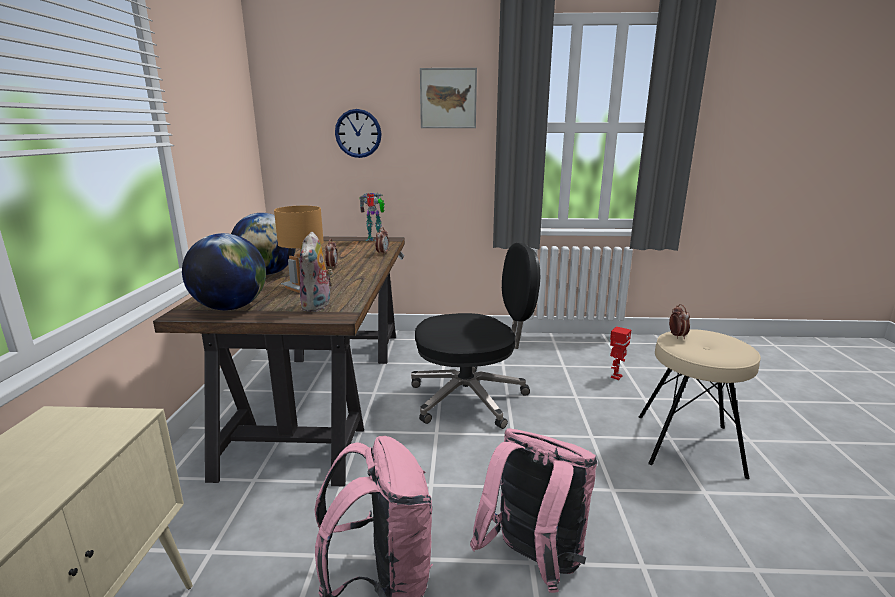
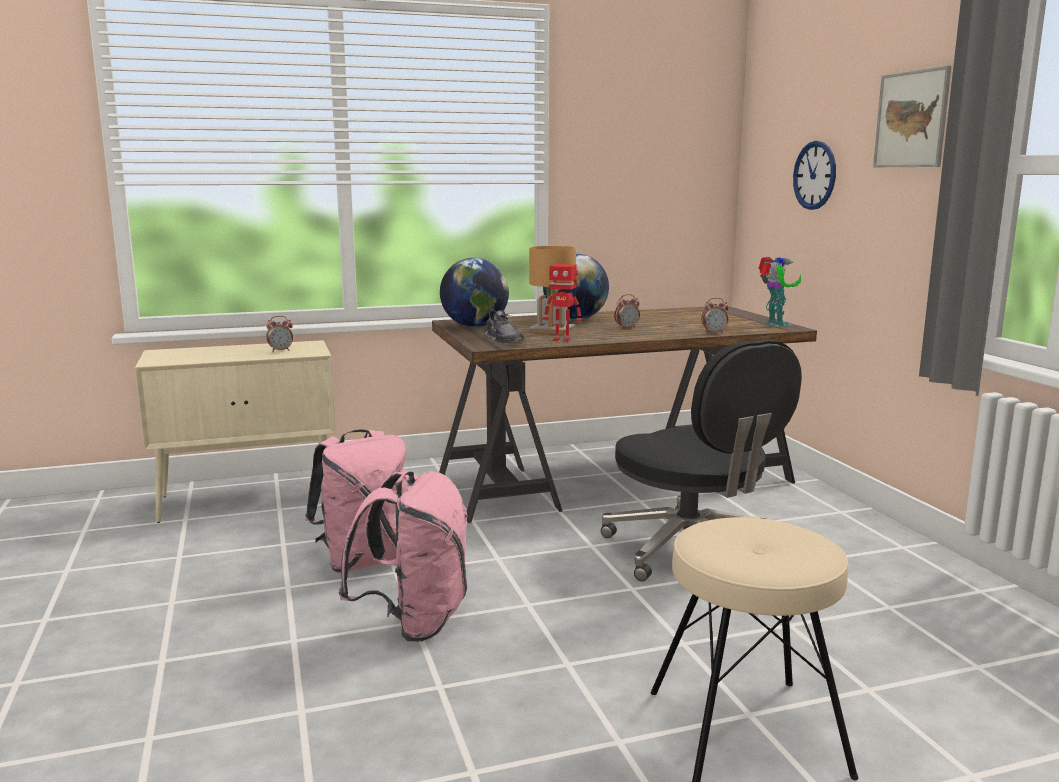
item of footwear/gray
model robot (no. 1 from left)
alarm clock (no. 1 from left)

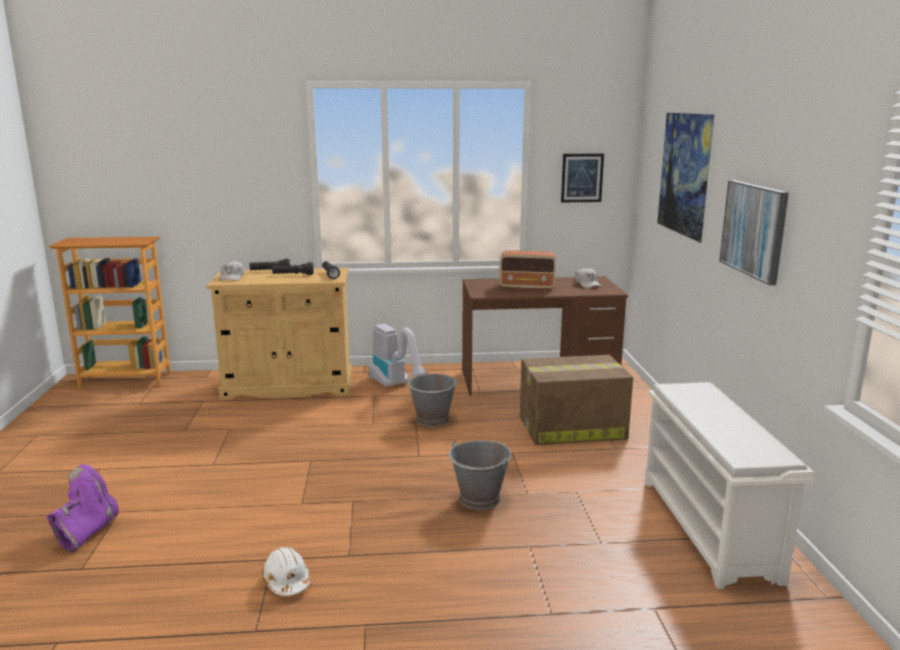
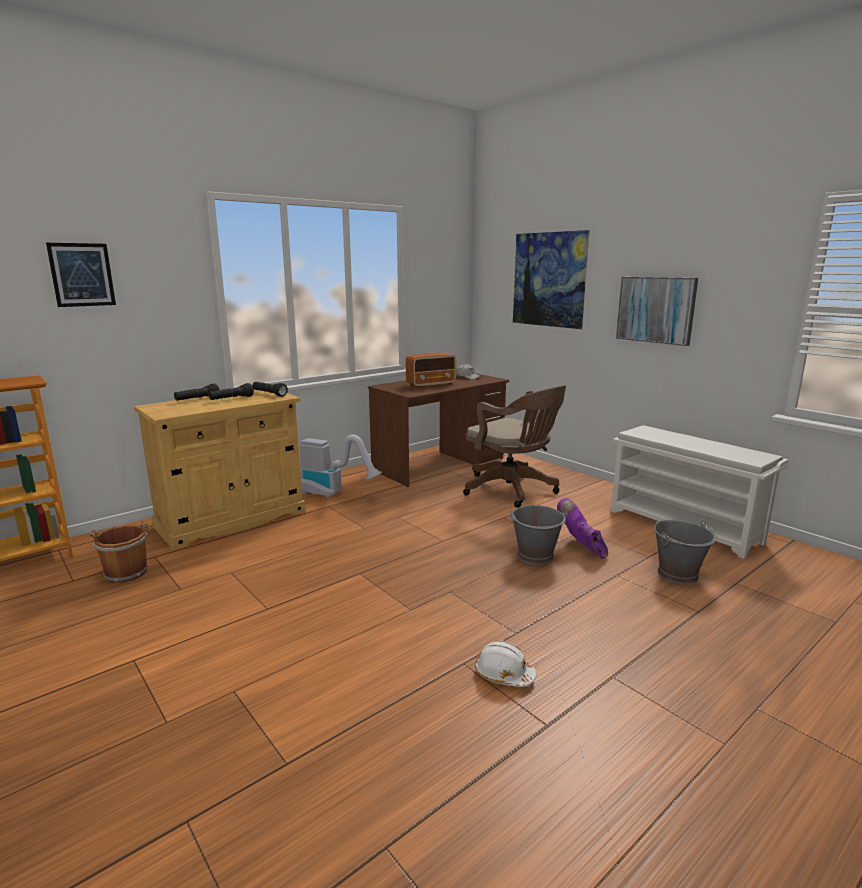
high-top boot/purplish
baseball cap/white (no. 1 from left in the first image)
bucket/gray (no. 2 from left)
computer chair/brownish
wall picture (no. 1 from left)
bucket/brownish

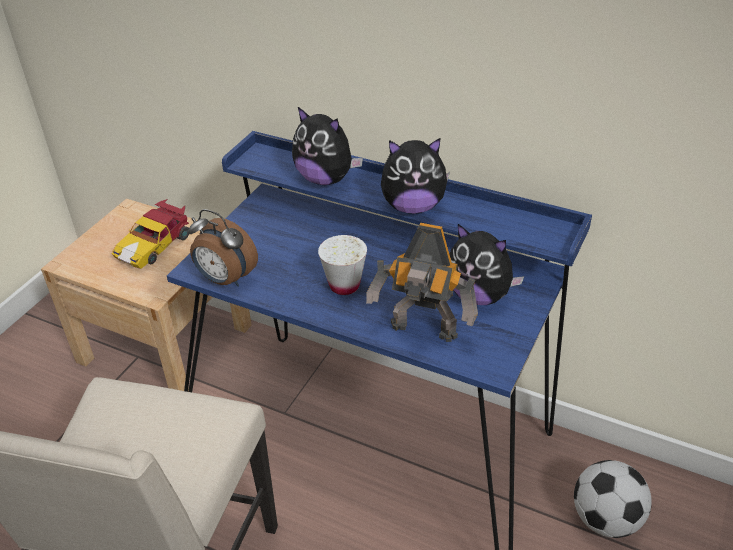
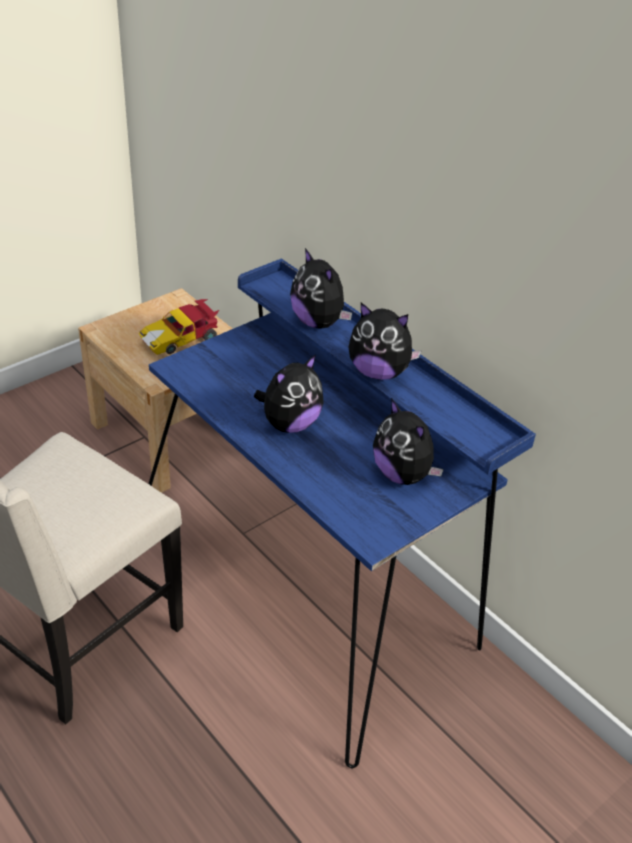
alarm clock
plush toy (no. 1 from left)
model robot
football ball

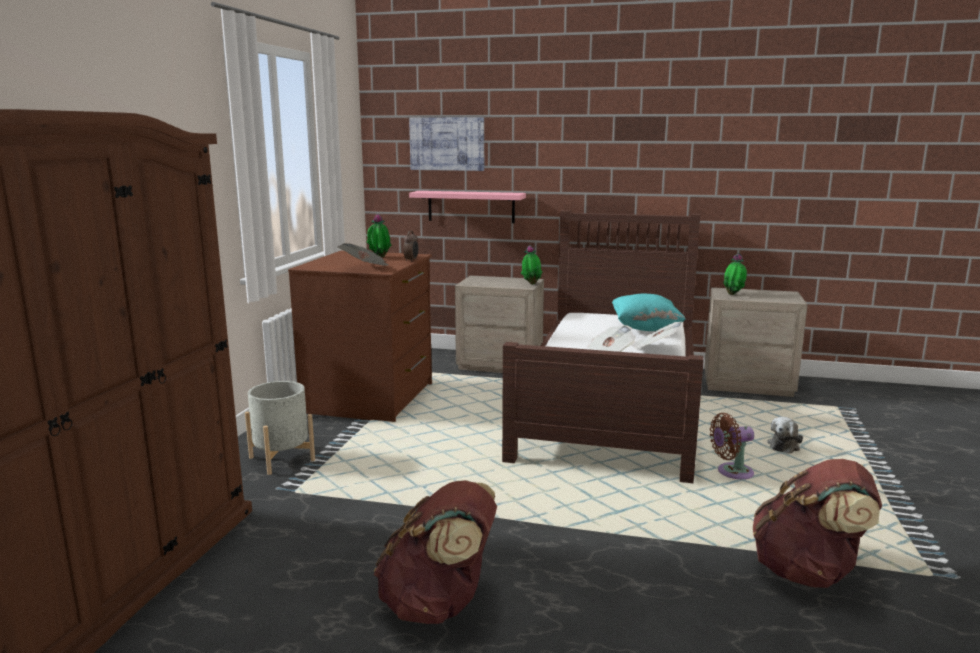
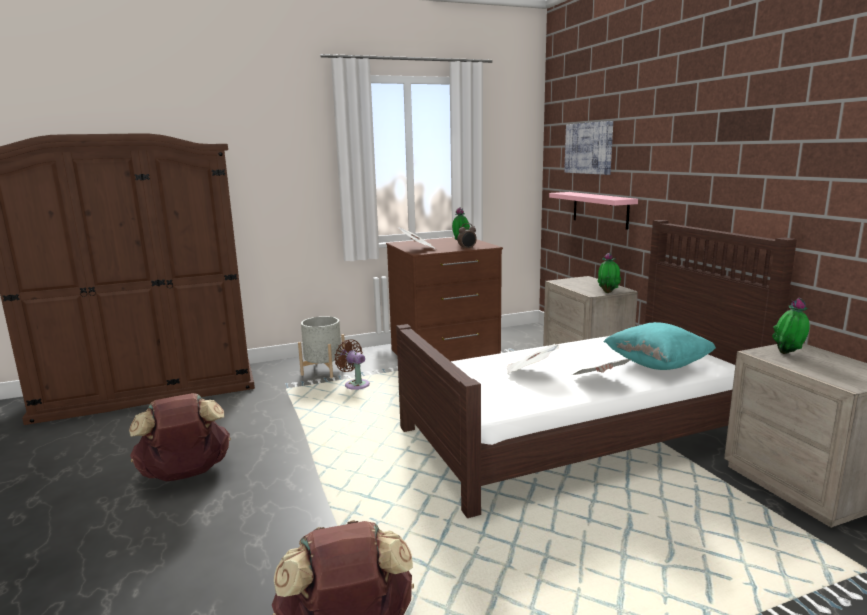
fan/brownish
plush toy

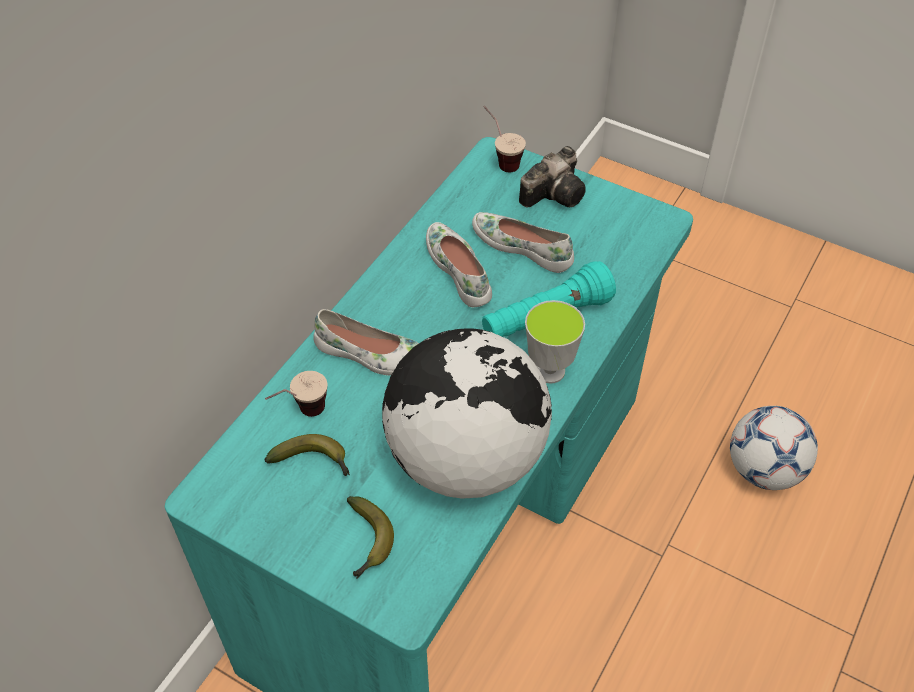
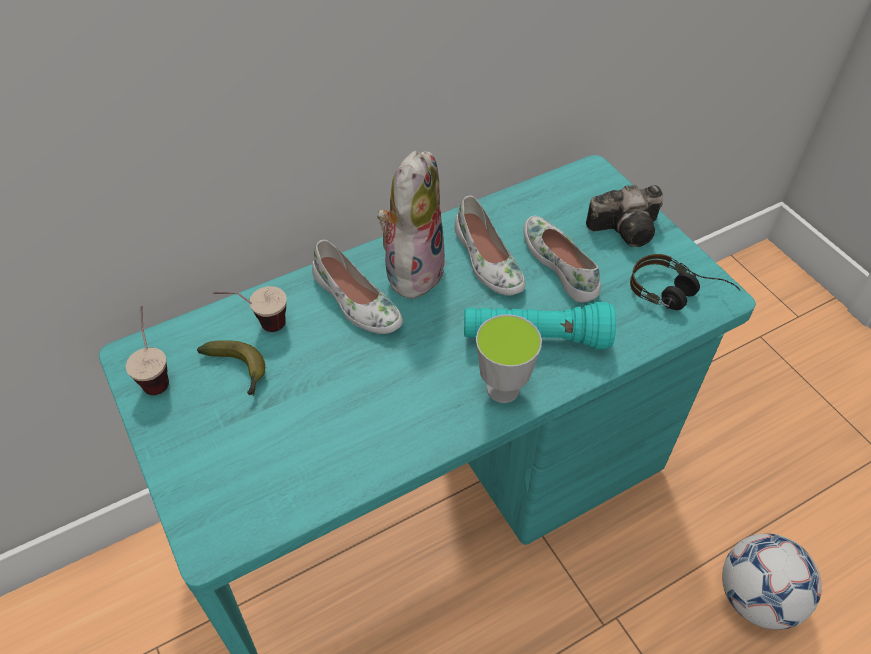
banana fruit (no. 2 from left in the first image)
world globe
item of footwear/white (no. 2 from left)
drinking cup (no. 1 from left)
plush toy
headphones

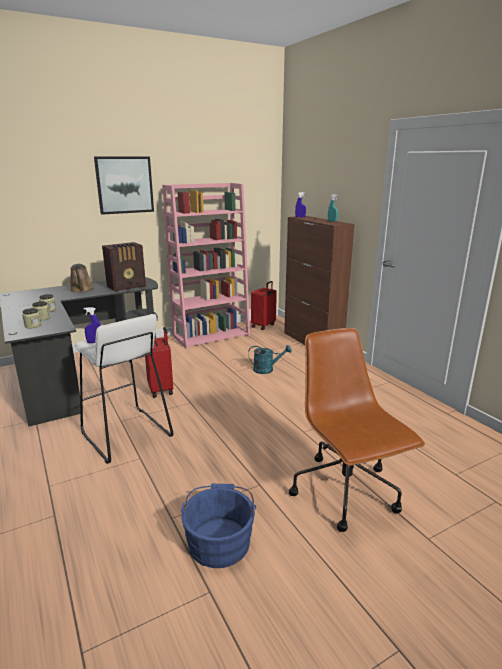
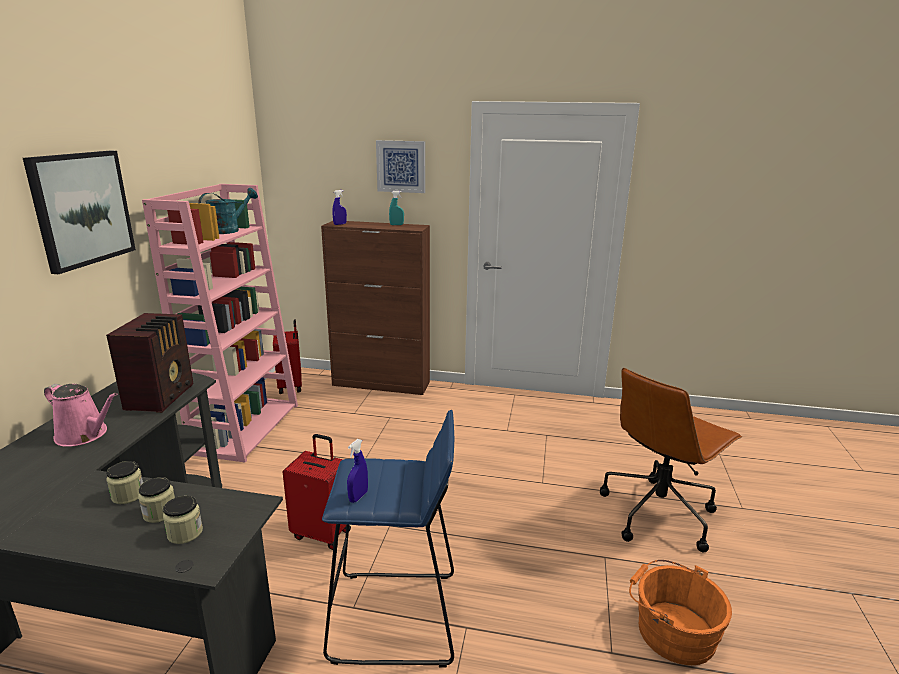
watering can/pink-coloured
stool/bluish
bucket/orangey
watering can/turquoise
computer chair/brownish
wall picture (no. 2 from left)

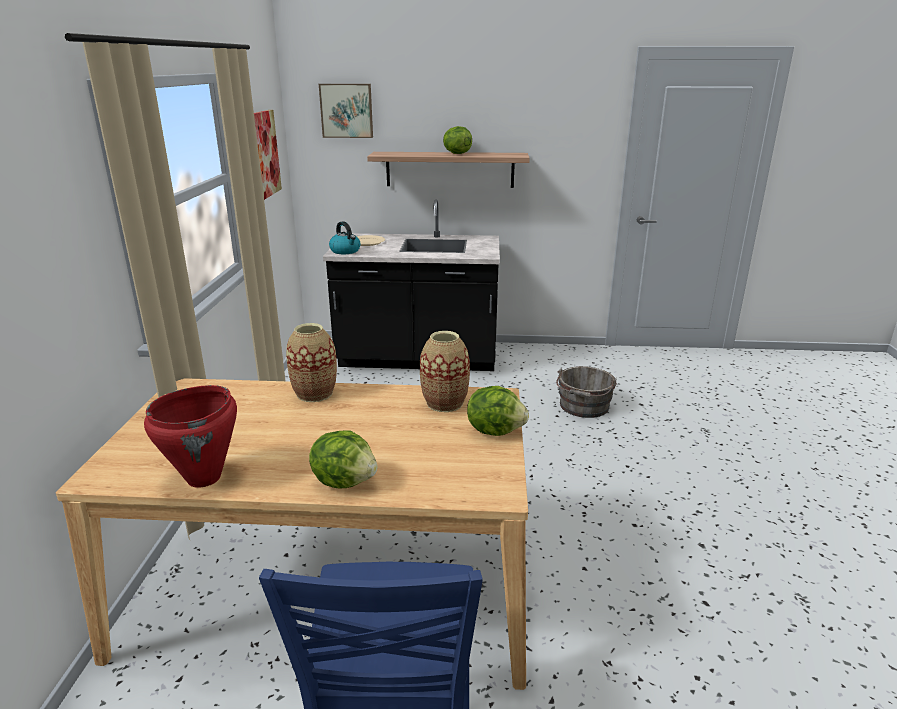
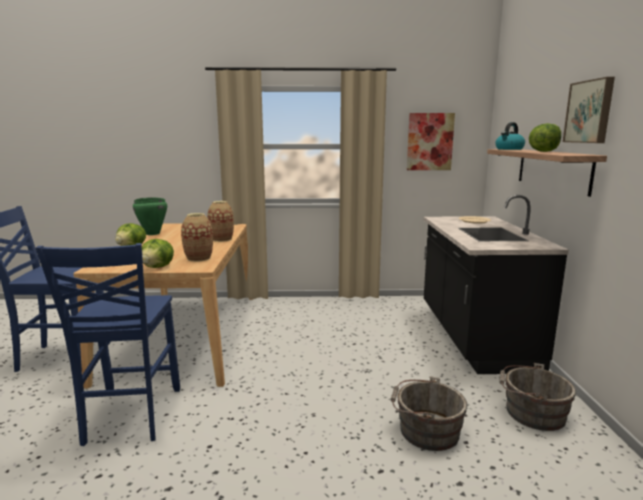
cooking pot/greenish
wall picture (no. 2 from left)
kettle
chair/bluish (no. 2 from left)
bucket/gray (no. 2 from left)

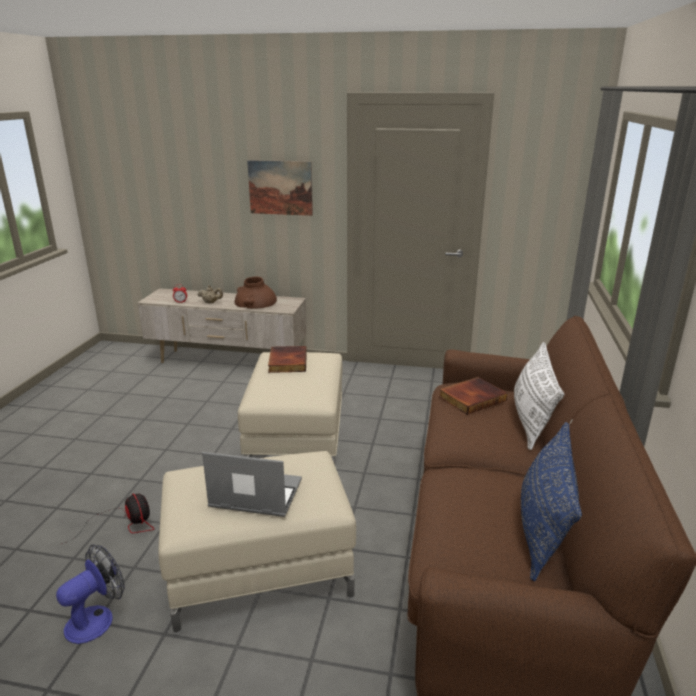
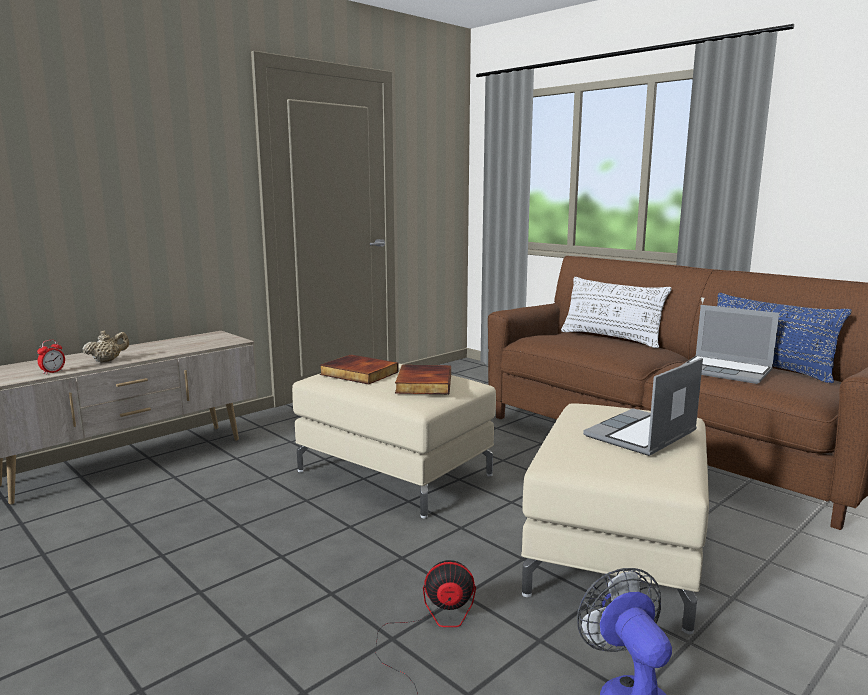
decorative vase/brownish
wall picture
bound book (no. 2 from left)
portable computer (no. 2 from left)

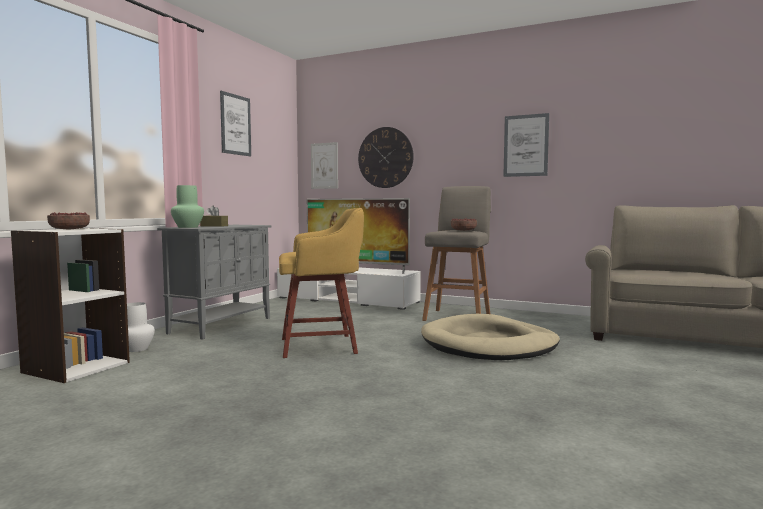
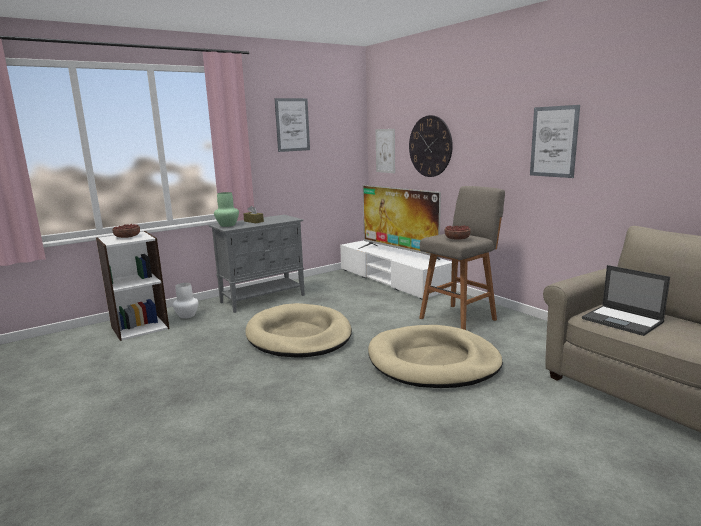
pet bed/beige (no. 1 from left)
portable computer

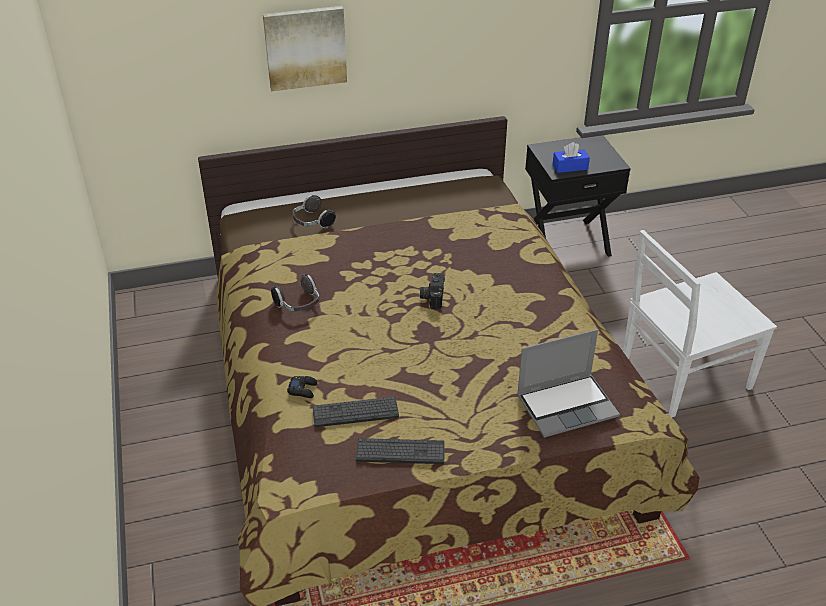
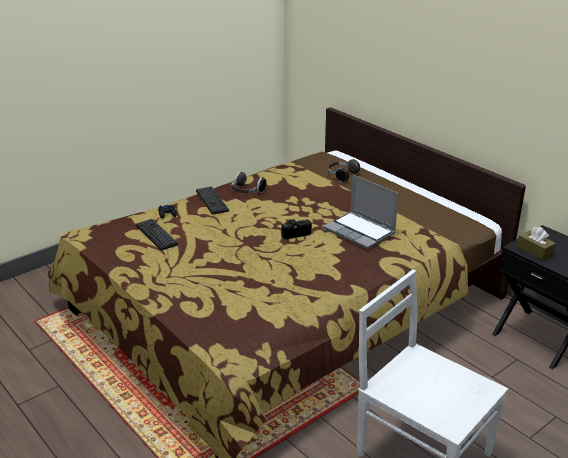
wall picture
keyboard (no. 2 from left)
portable computer
tissue box/brownish

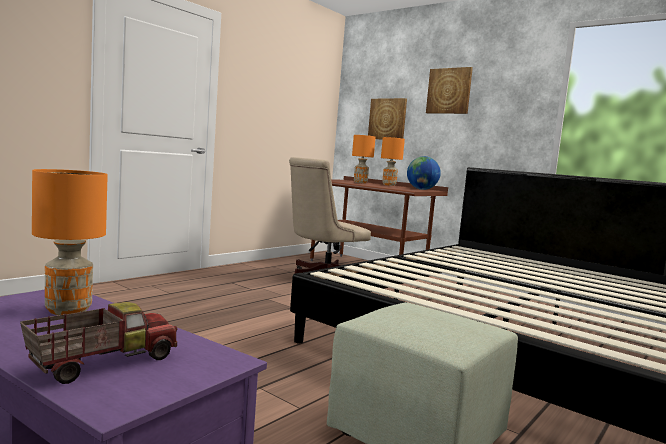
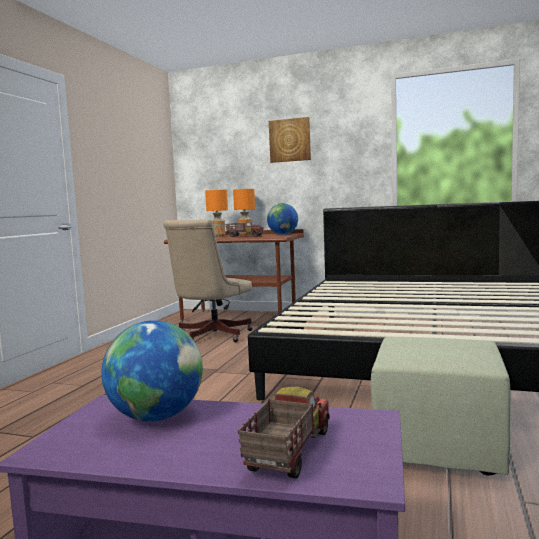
world globe (no. 1 from left)
wall picture (no. 1 from left in the first image)
toy lorry (no. 1 from left)

